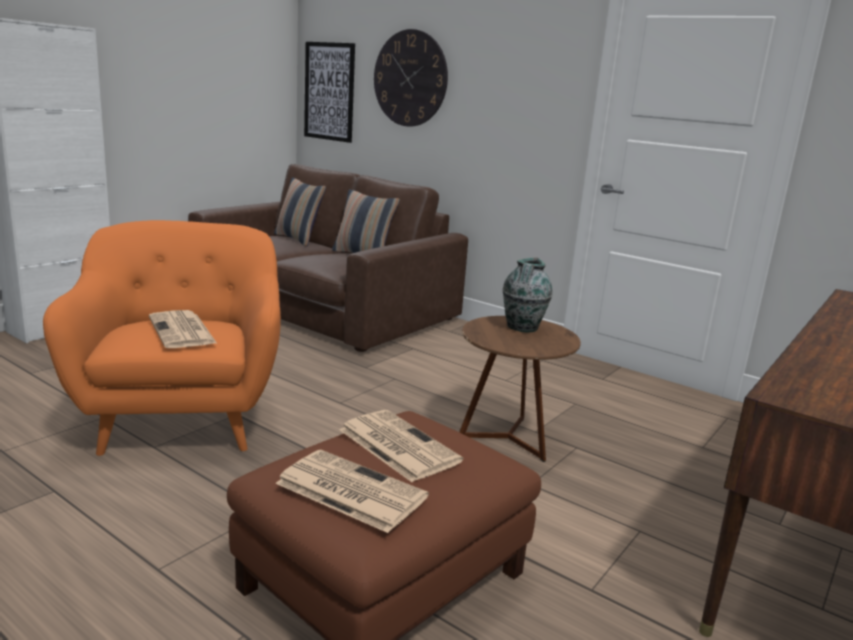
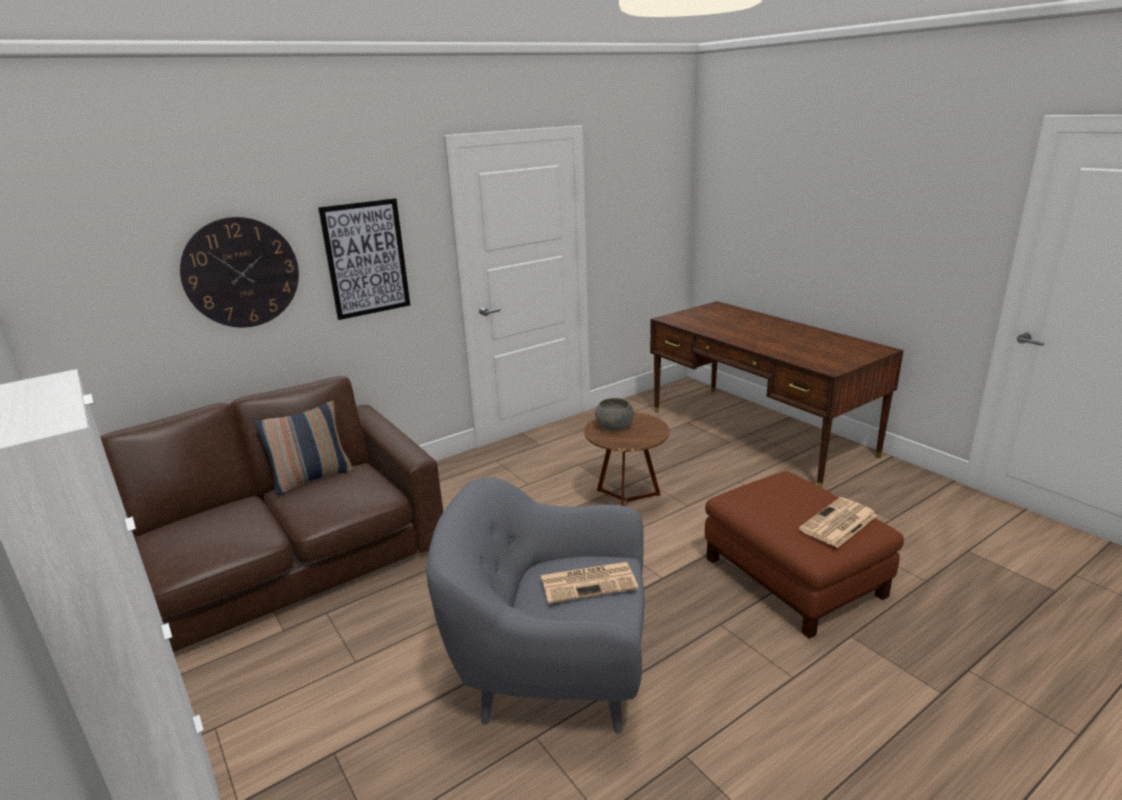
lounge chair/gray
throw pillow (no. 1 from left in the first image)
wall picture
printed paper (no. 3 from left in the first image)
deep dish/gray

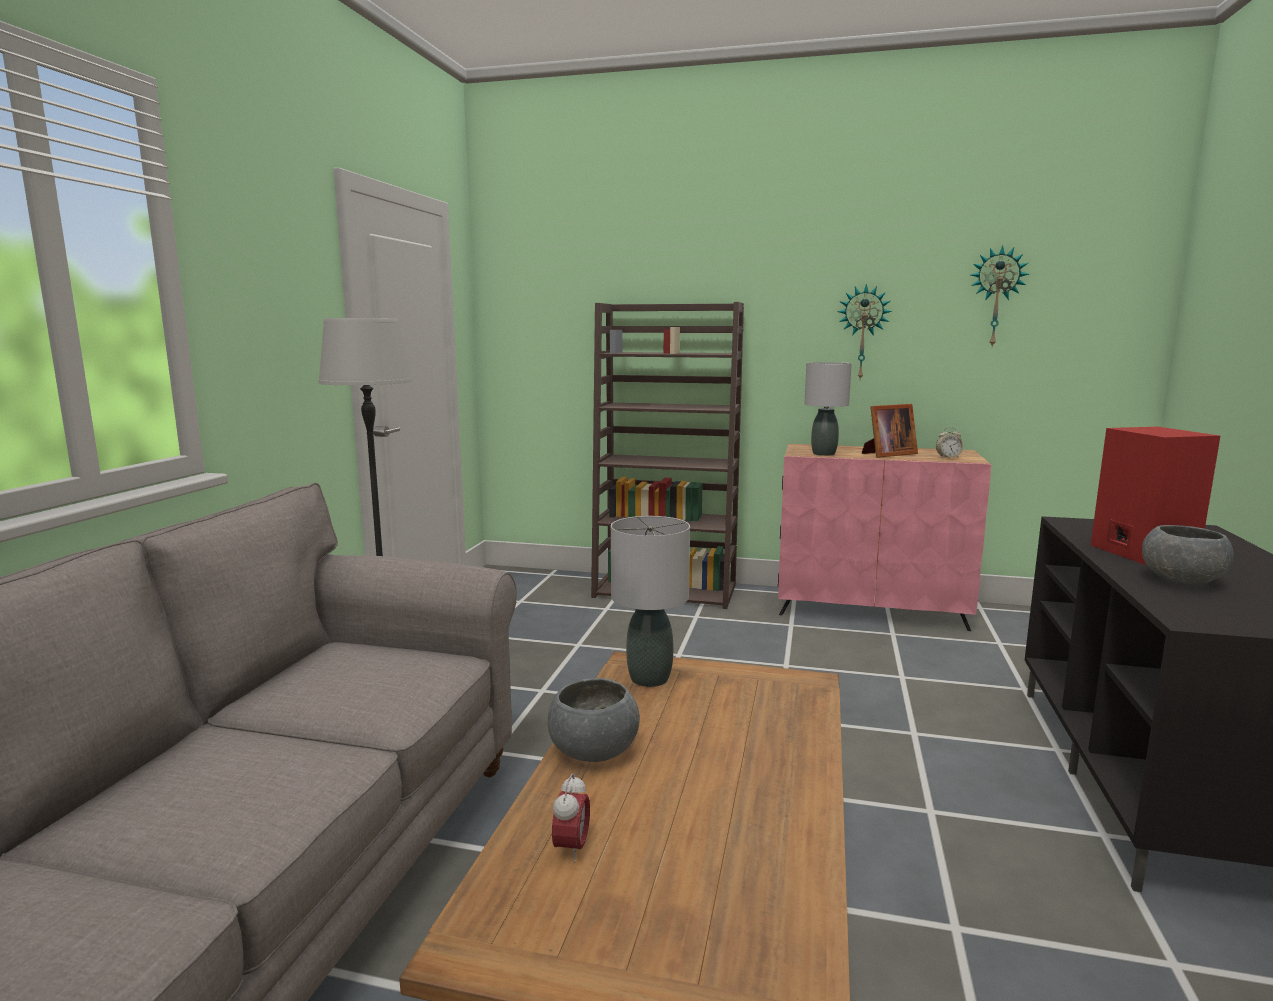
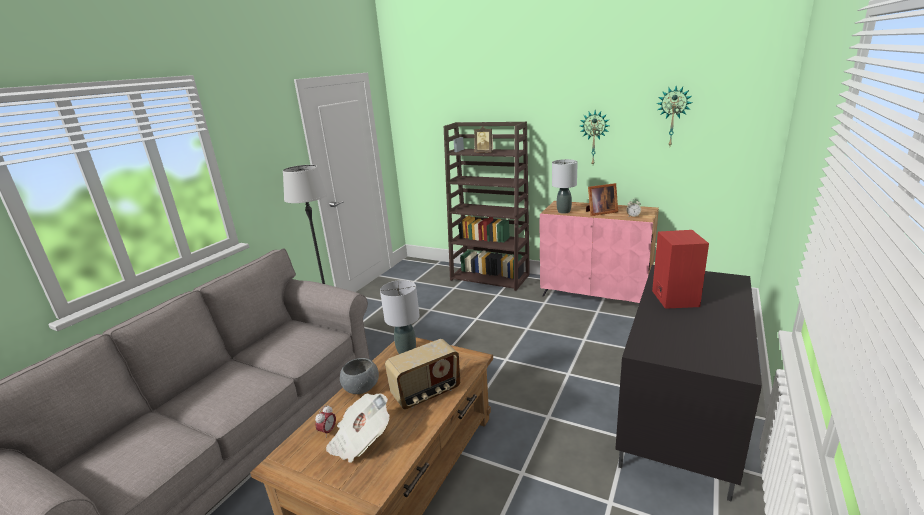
deep dish/gray (no. 2 from left in the first image)
printed paper
radio set
picture frame (no. 1 from left)

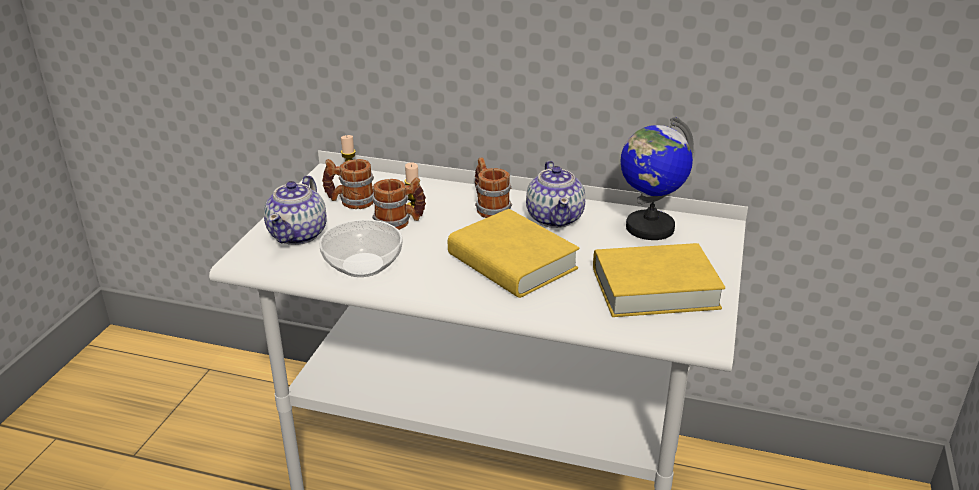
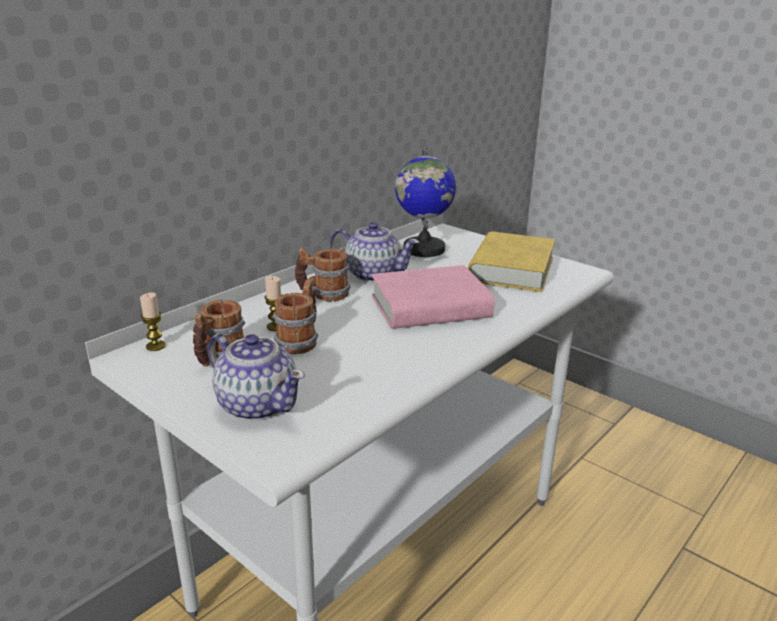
deep dish
bound book/pink-coloured

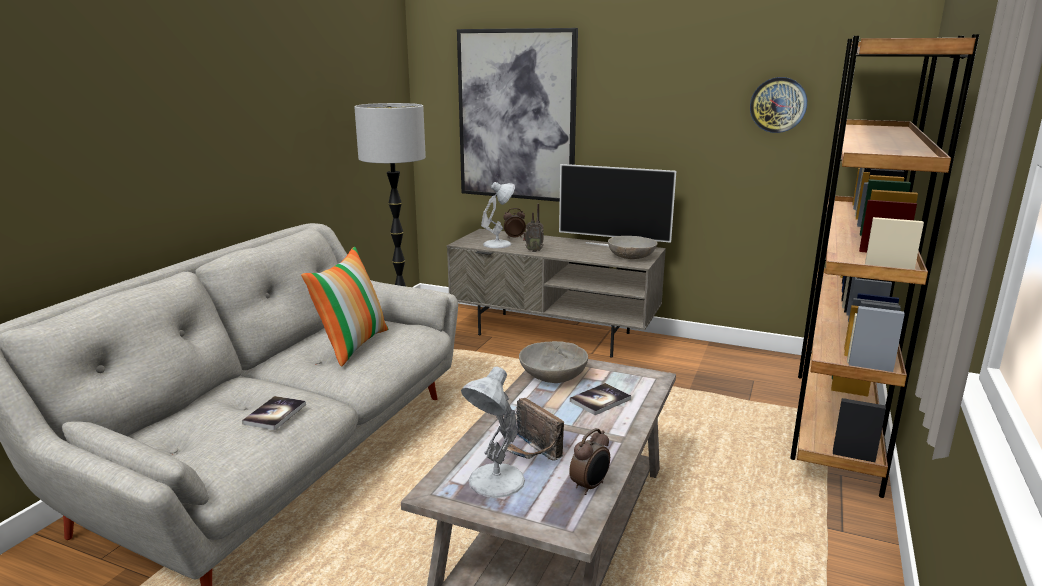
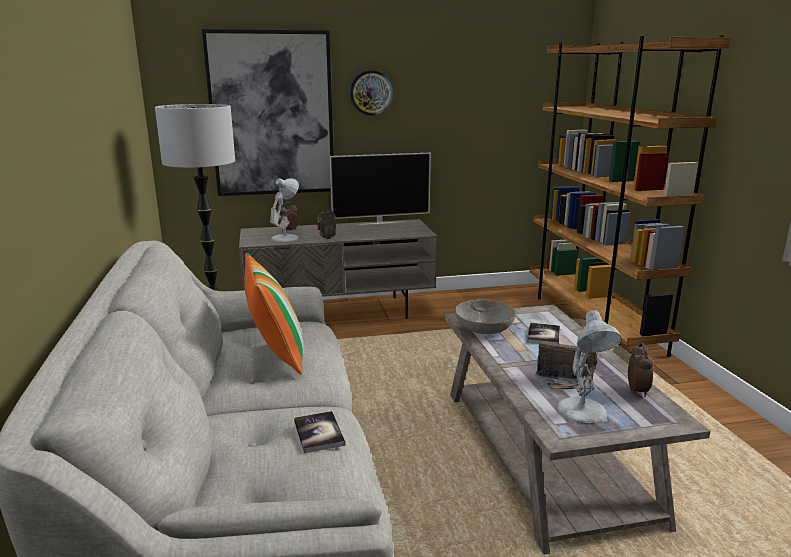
deep dish/gray (no. 2 from left in the first image)
hanging clock

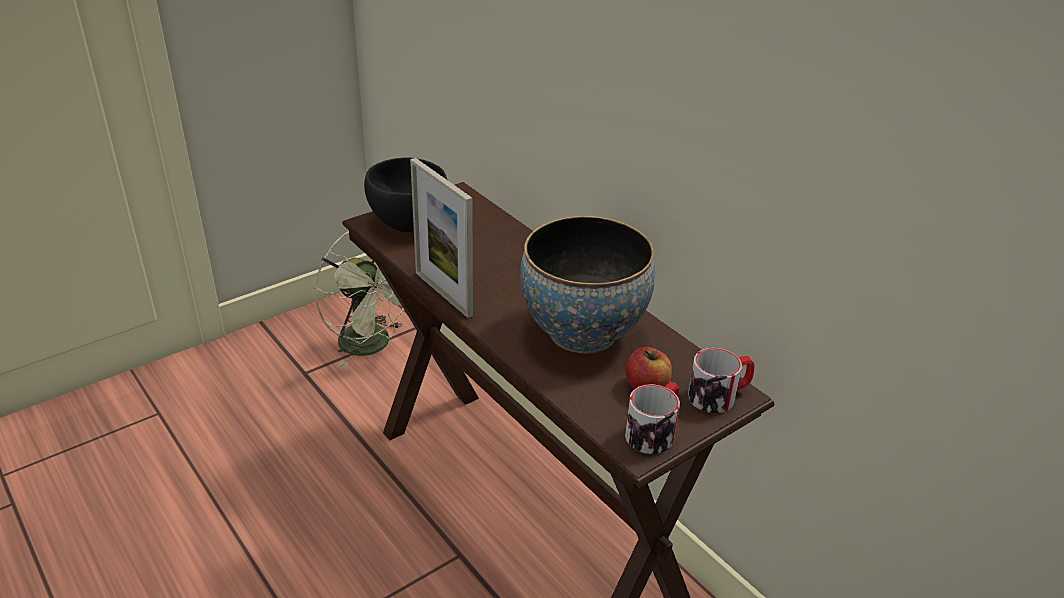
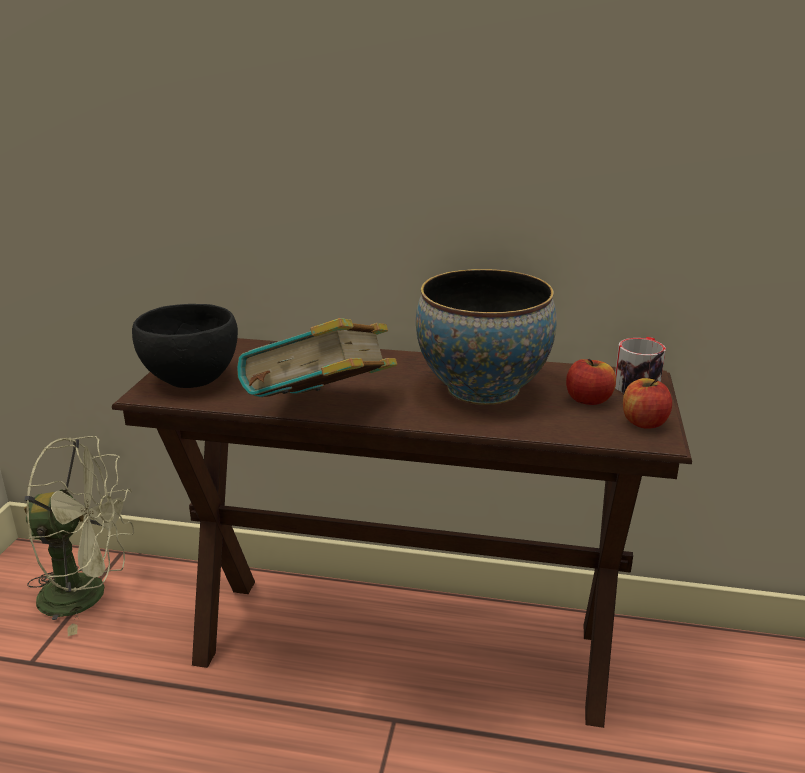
bound book
whole apple (no. 2 from left)

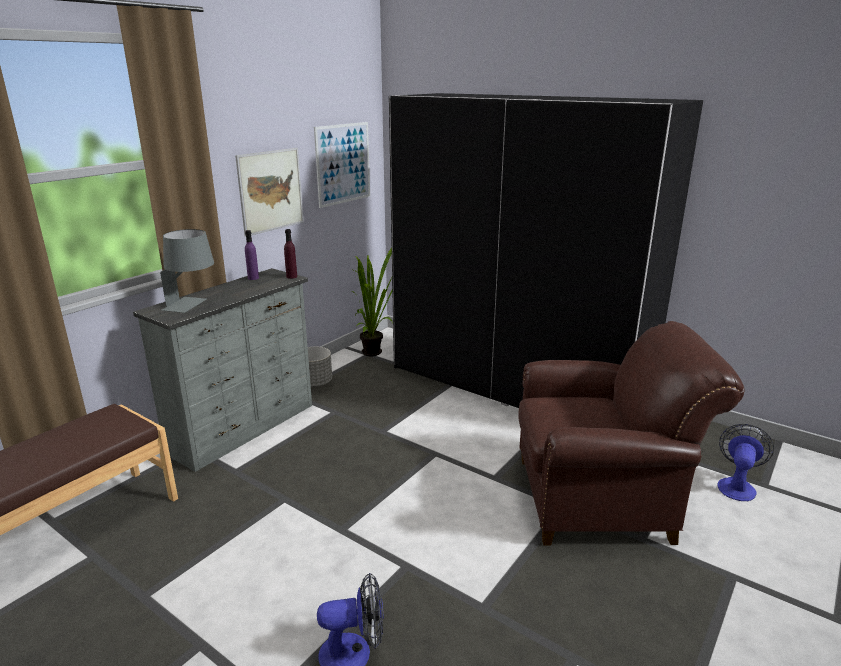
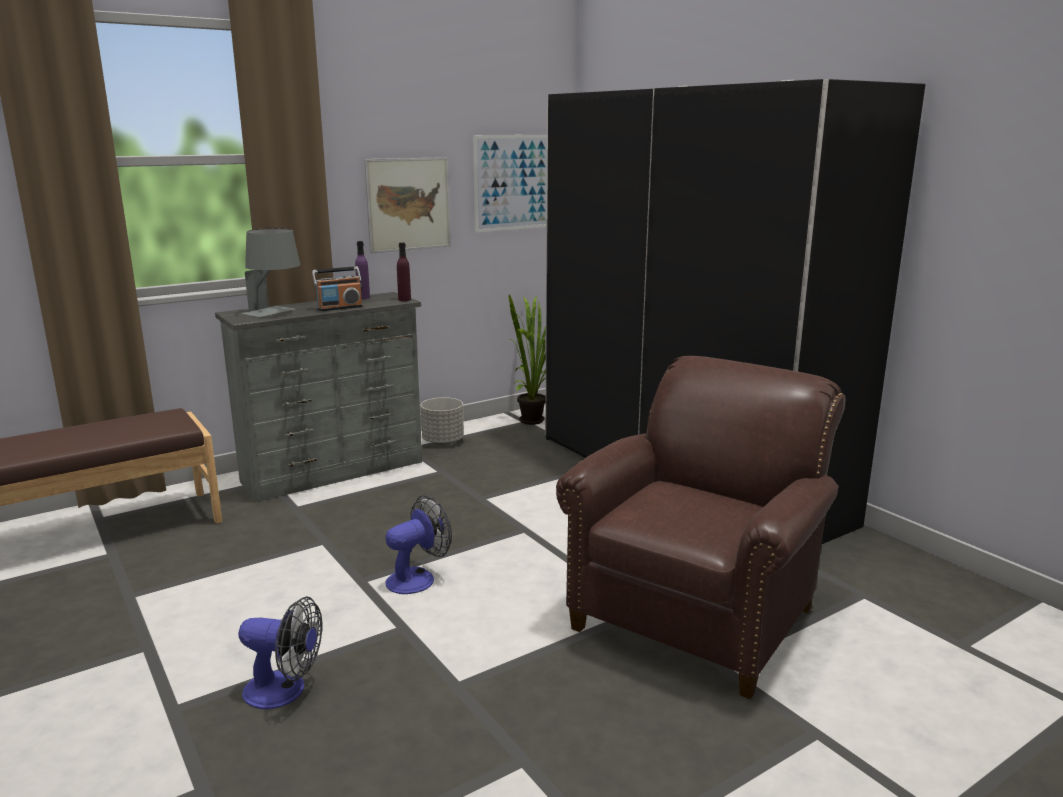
lounge chair/brownish
fan (no. 2 from left)
radio set

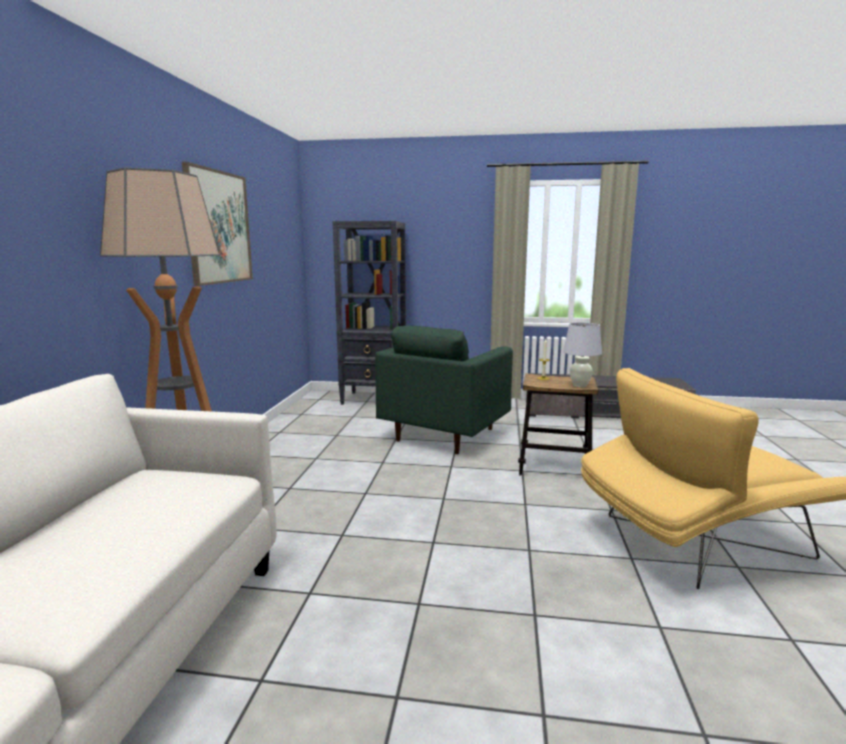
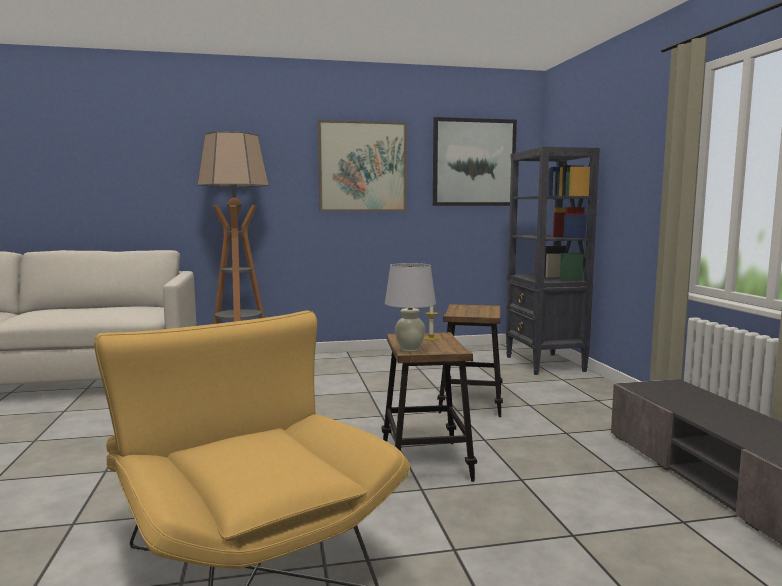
stool (no. 2 from left)
wall picture (no. 2 from left)

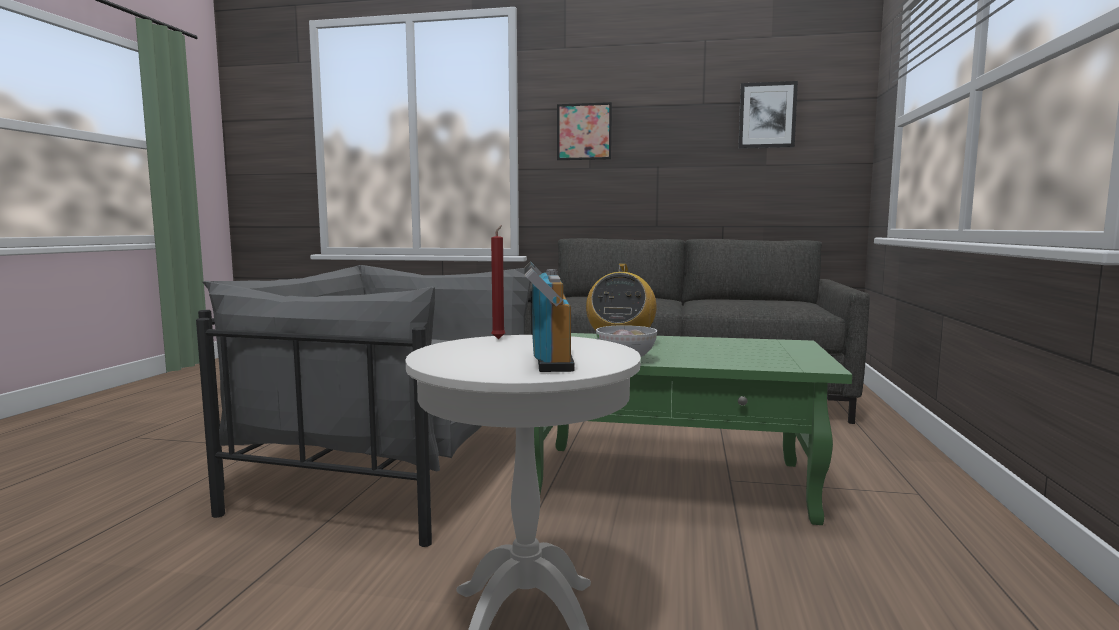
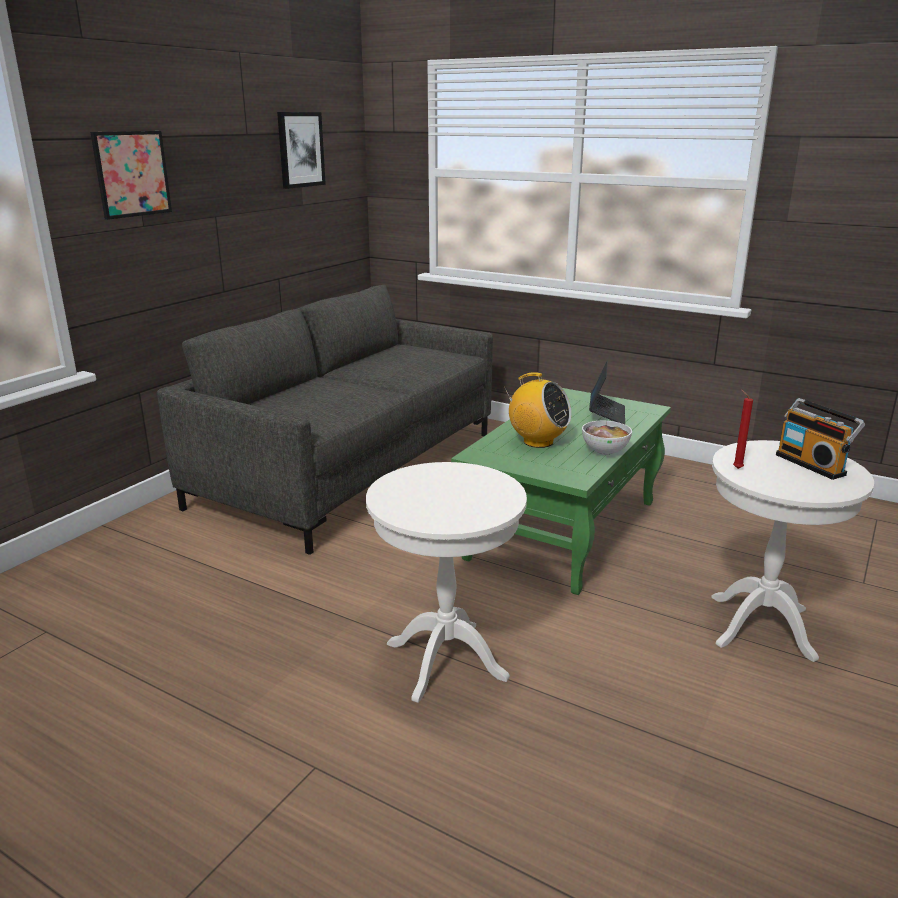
accent table/white (no. 1 from left)
radio set (no. 2 from left)
portable computer

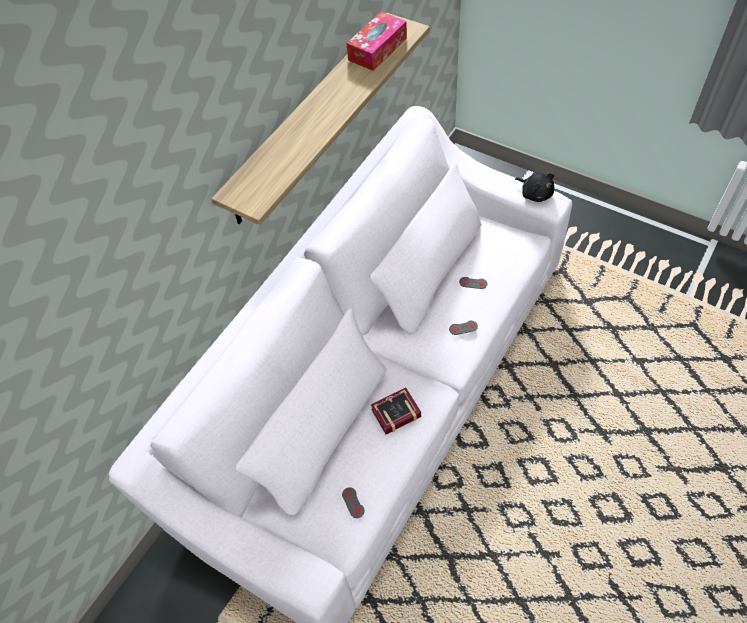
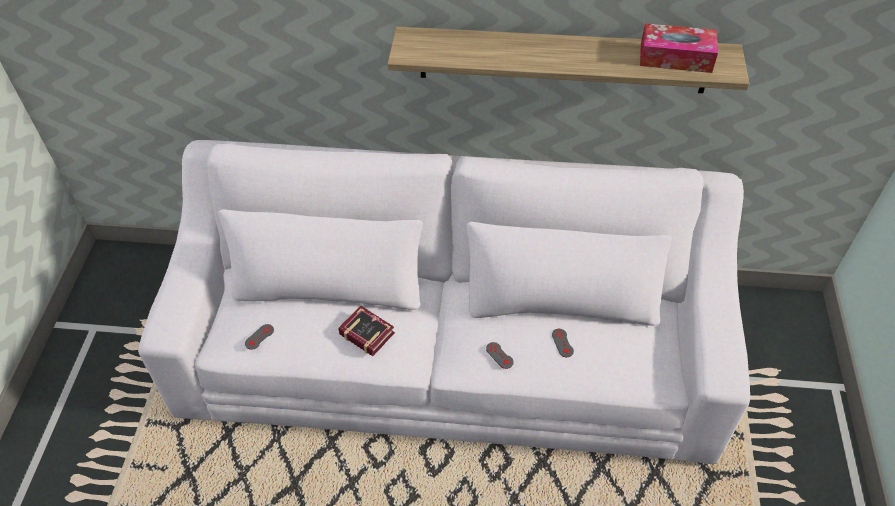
plush toy/blackish

